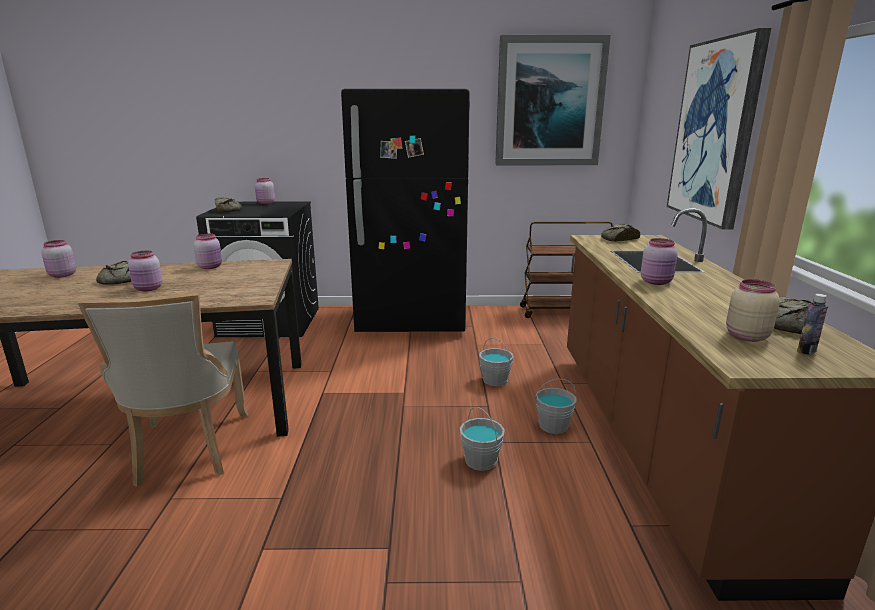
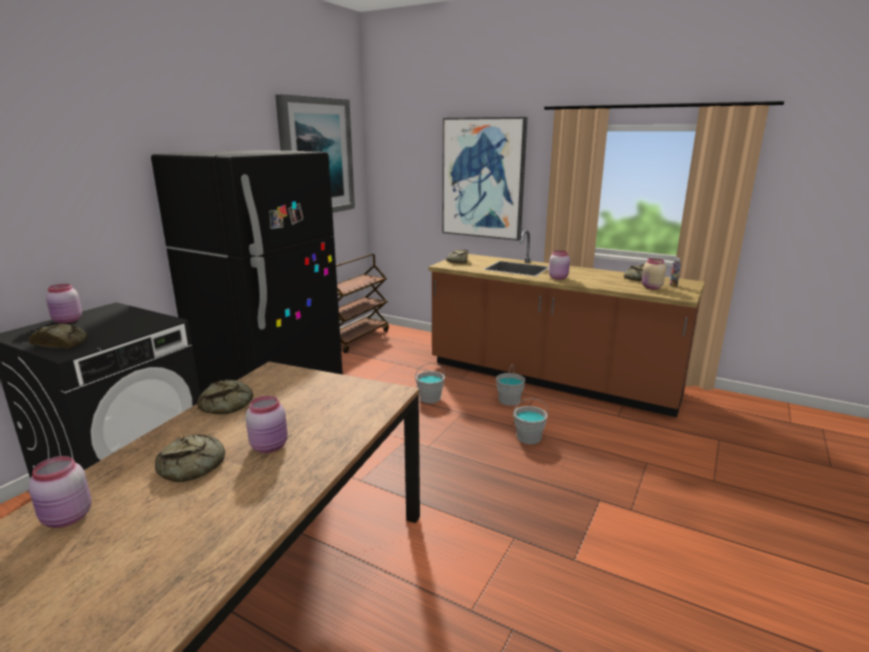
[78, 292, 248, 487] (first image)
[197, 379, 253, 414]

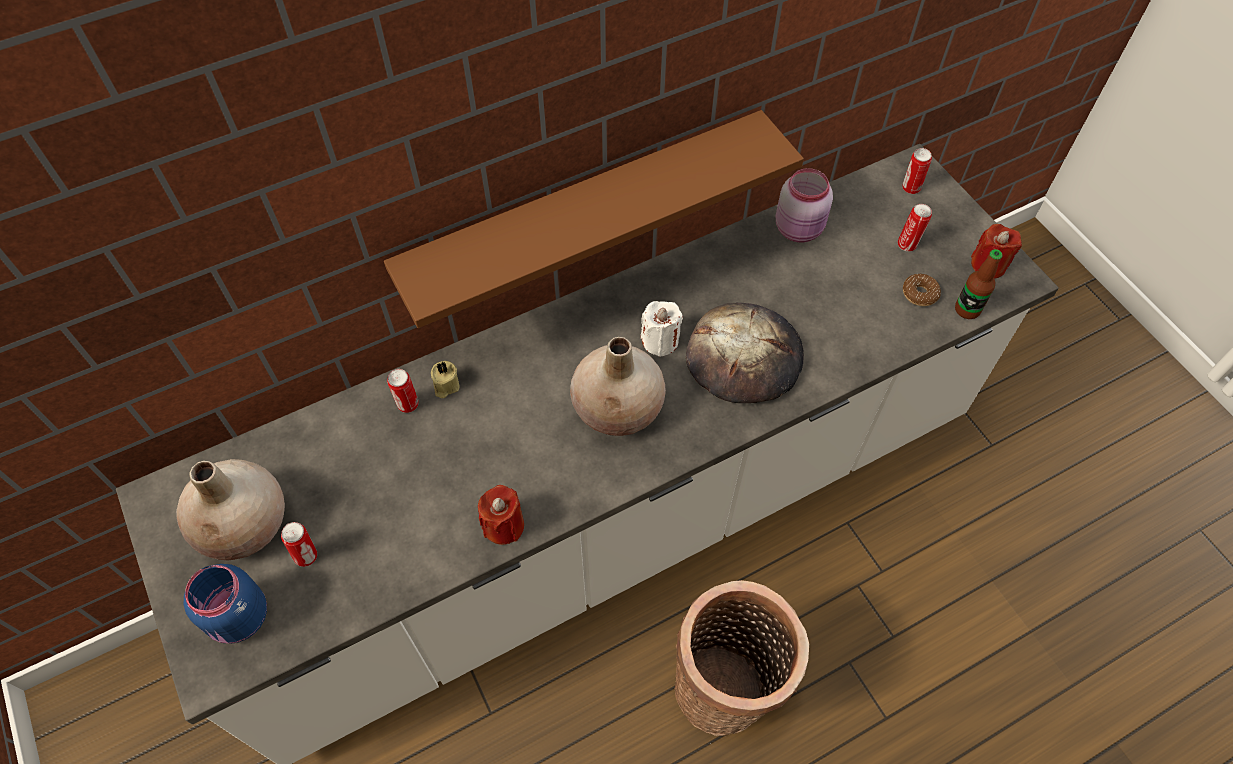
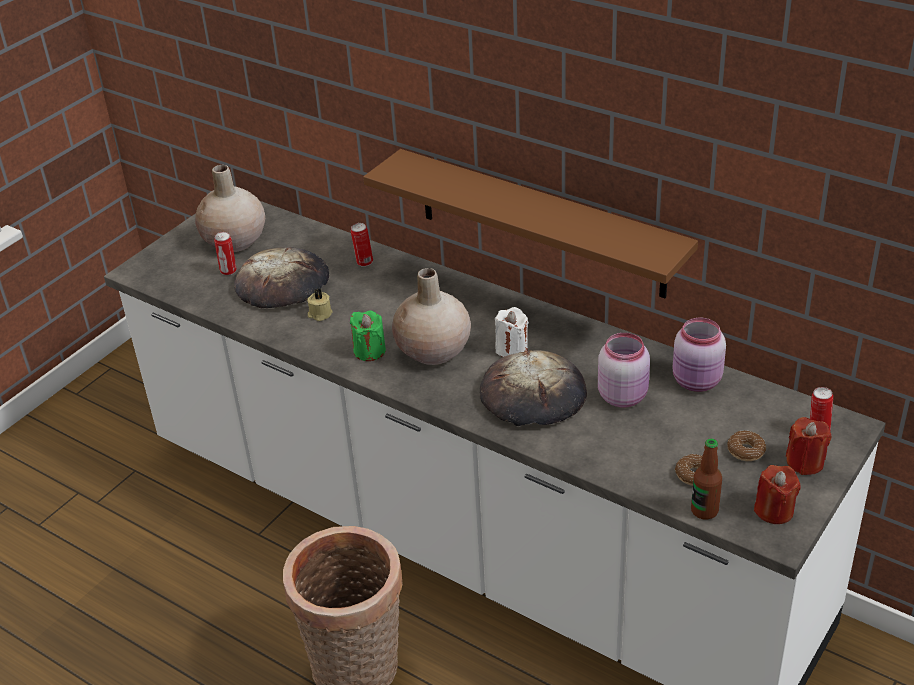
[184, 564, 267, 644] (first image)
[307, 288, 333, 321]
[786, 417, 831, 475]
[727, 431, 766, 461]
[234, 247, 329, 308]
[350, 310, 386, 361]
[598, 333, 650, 407]

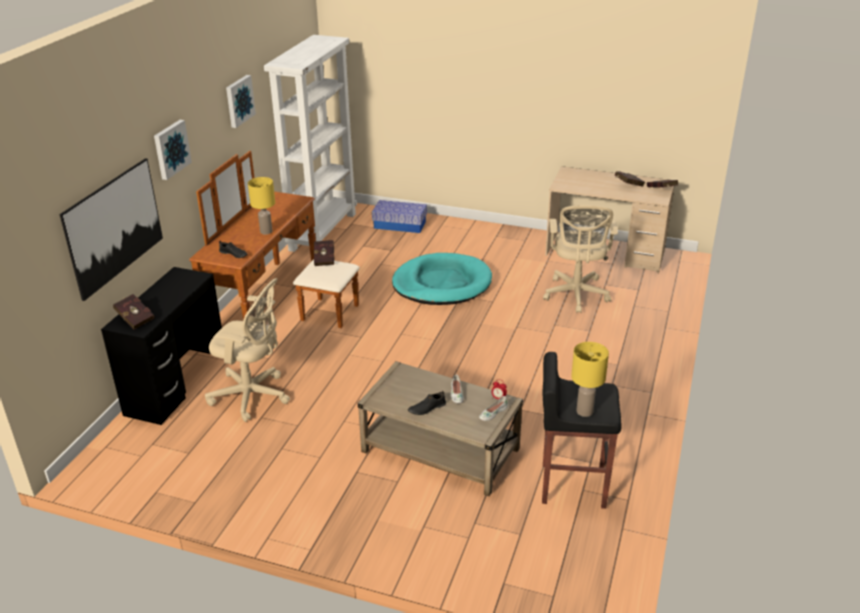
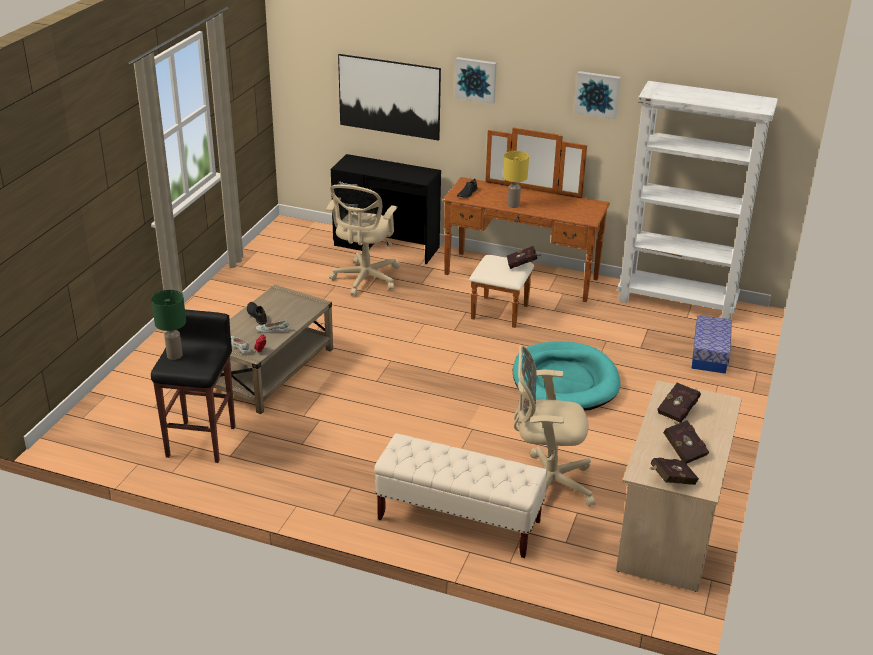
[658, 383, 701, 423]
[151, 290, 186, 360]
[374, 433, 547, 558]

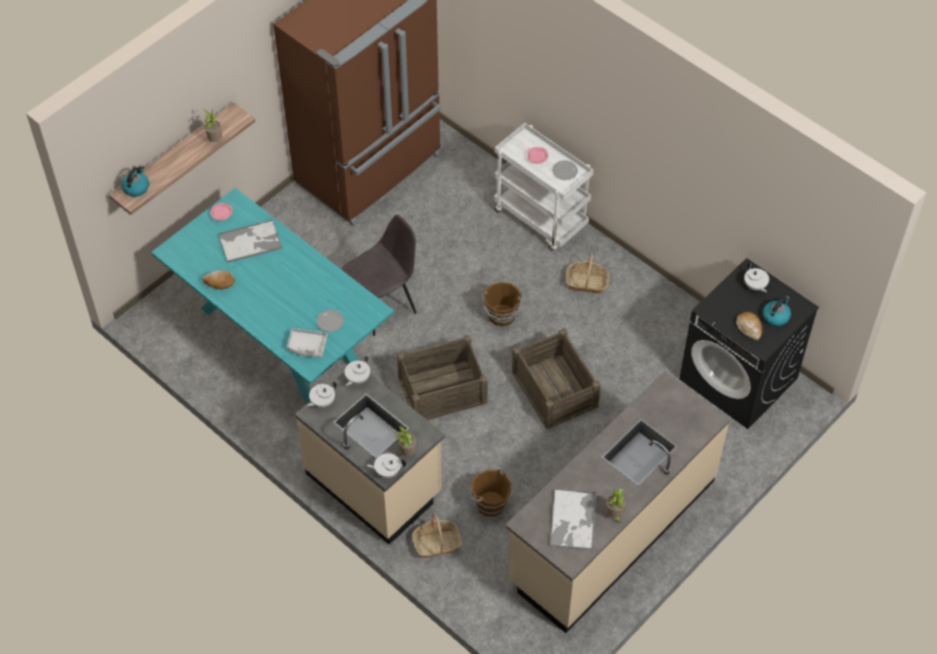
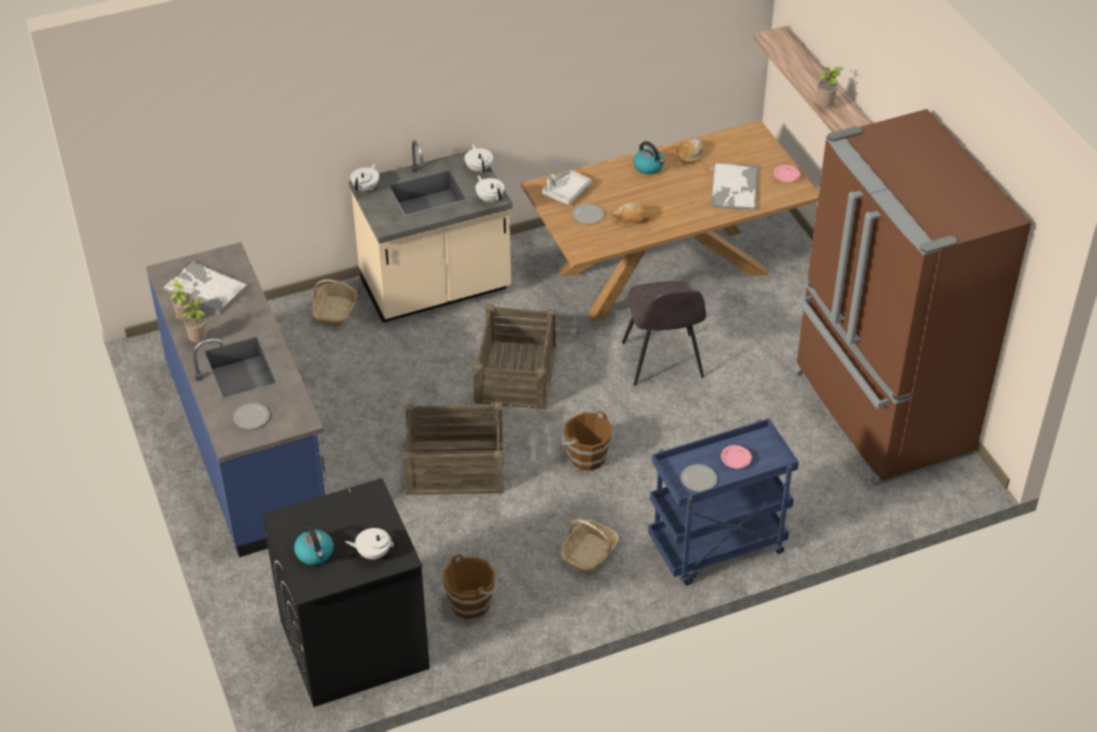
[633, 141, 664, 175]
[521, 120, 819, 321]
[182, 297, 207, 342]
[443, 554, 498, 619]
[648, 418, 799, 585]
[146, 242, 325, 557]
[612, 203, 651, 224]
[233, 403, 269, 429]

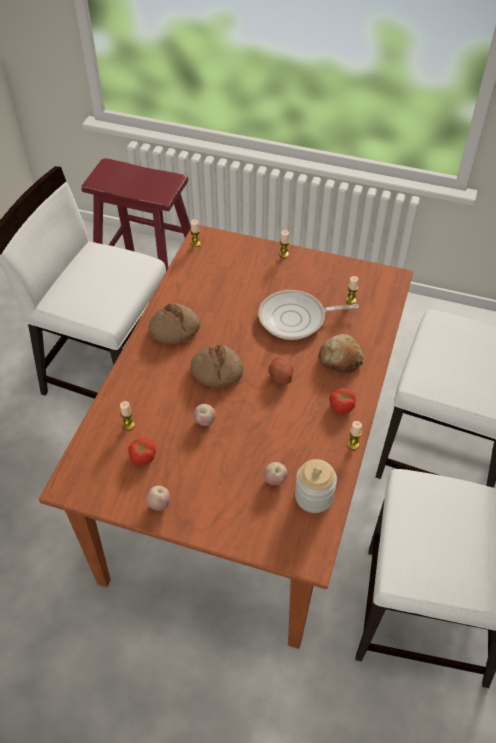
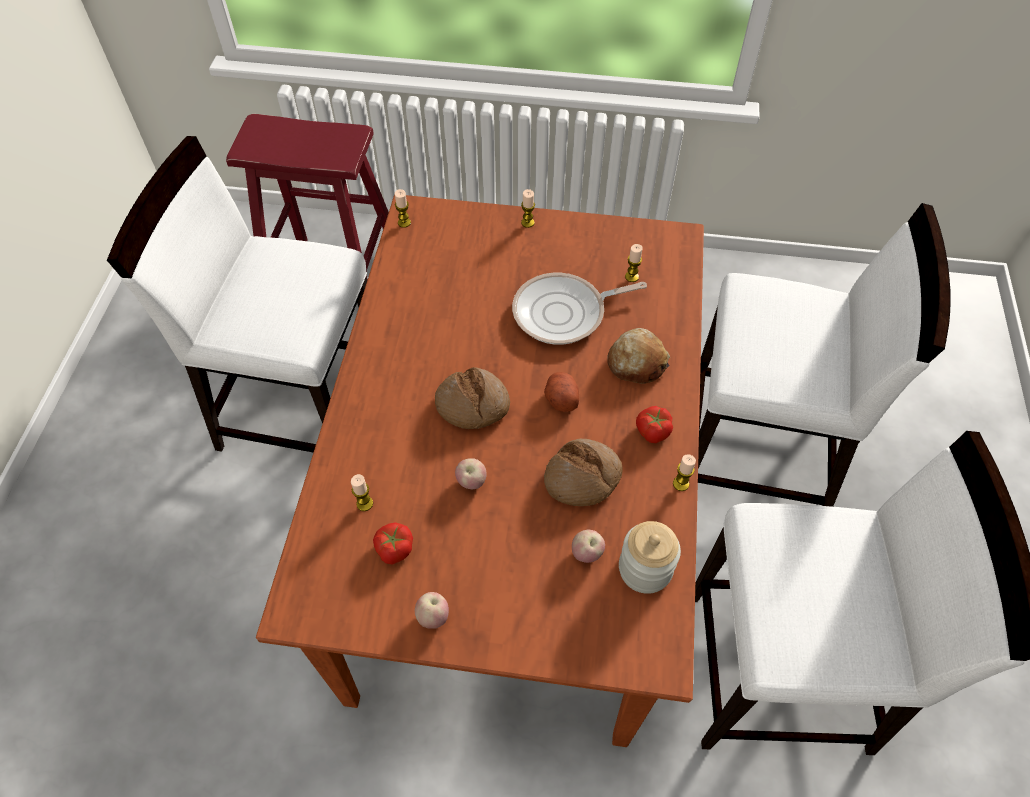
[544, 439, 623, 506]

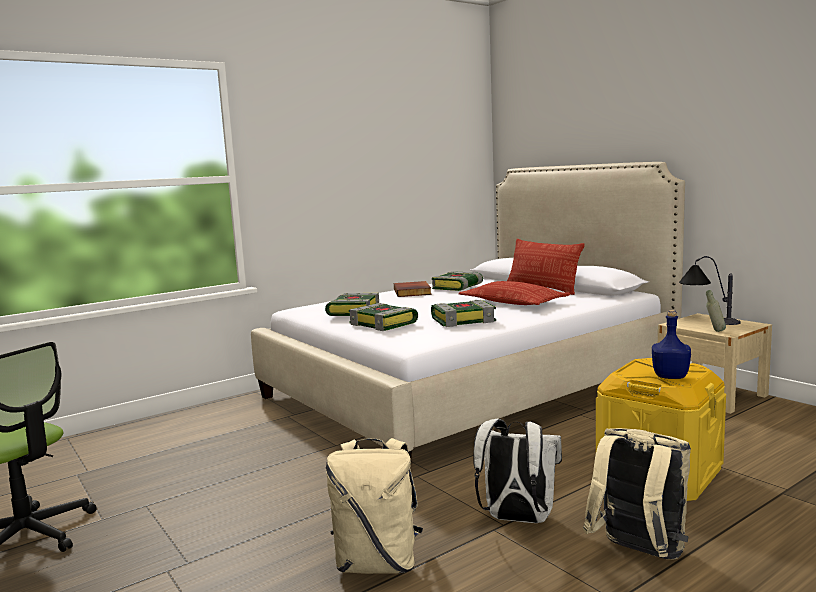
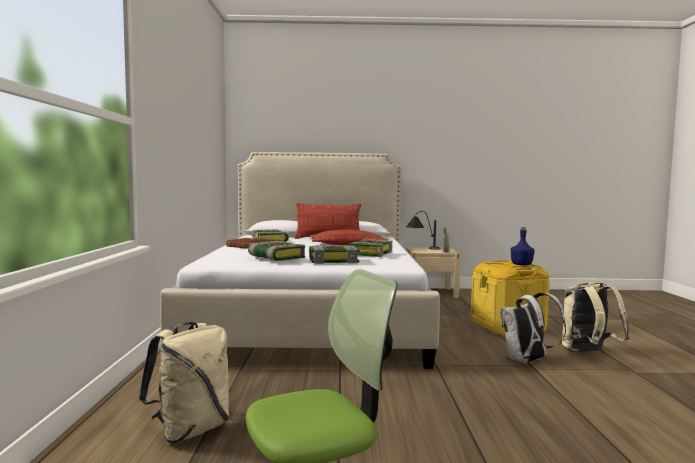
[138, 322, 229, 444]

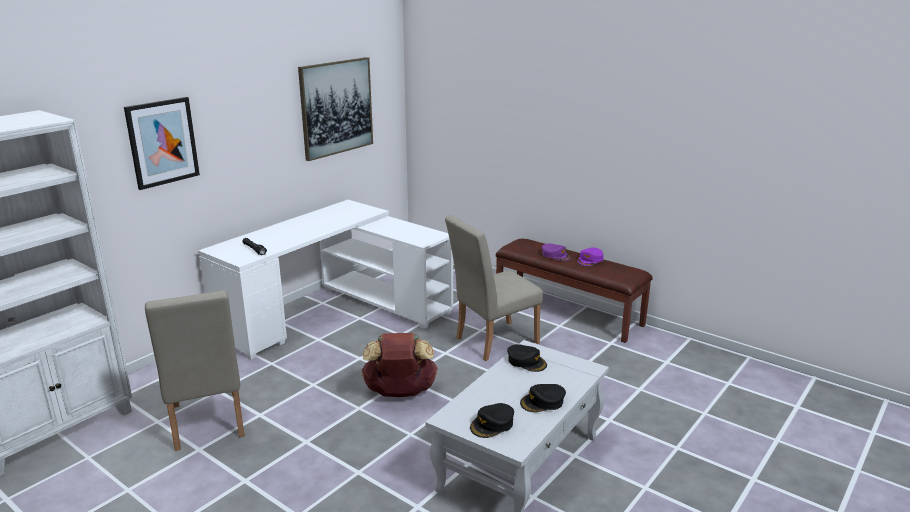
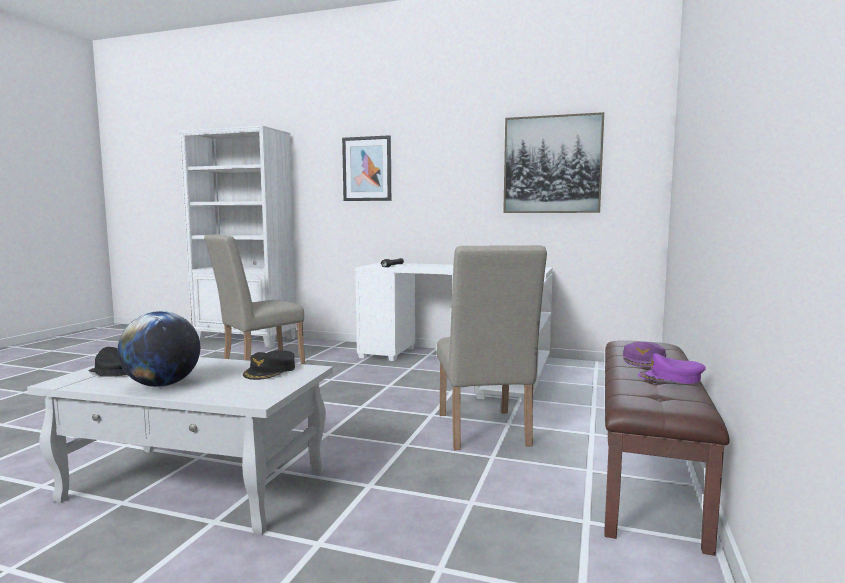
[362, 333, 438, 397] (first image)
[437, 245, 547, 450]
[118, 311, 200, 387]

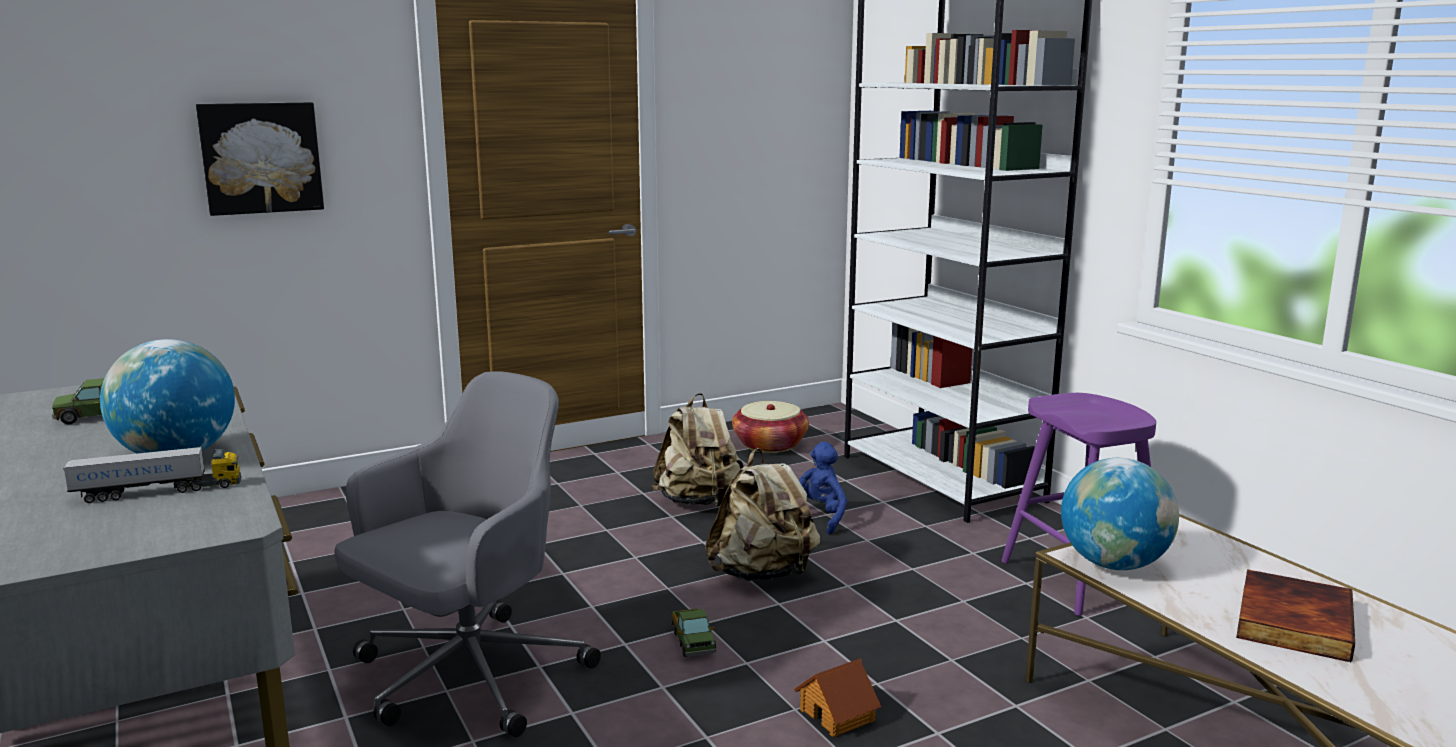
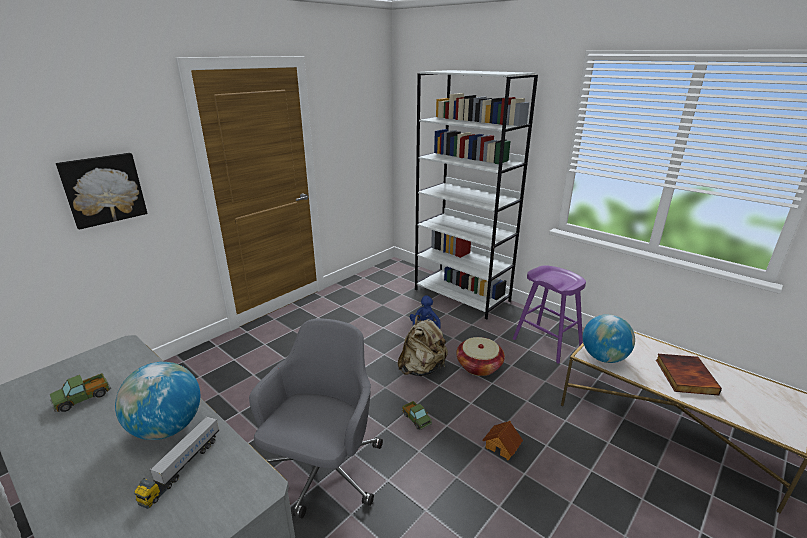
[134, 416, 219, 509]
[651, 393, 744, 507] (first image)
[456, 337, 505, 376]

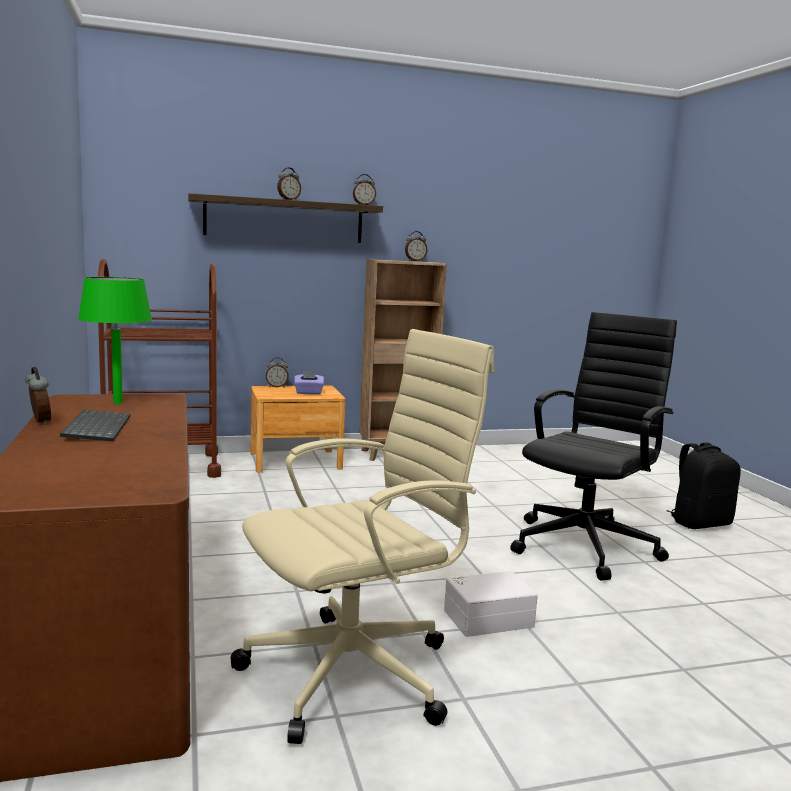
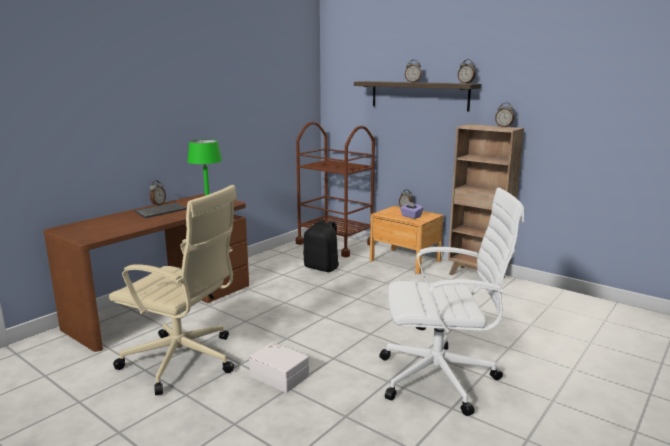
[379, 187, 524, 416]
[303, 220, 339, 272]

